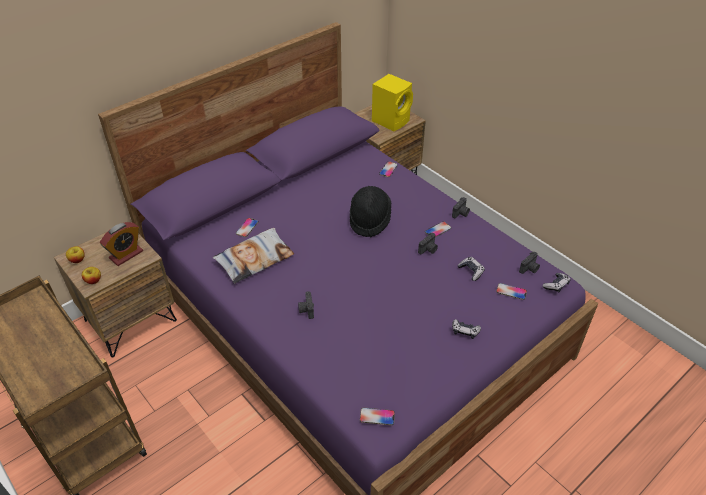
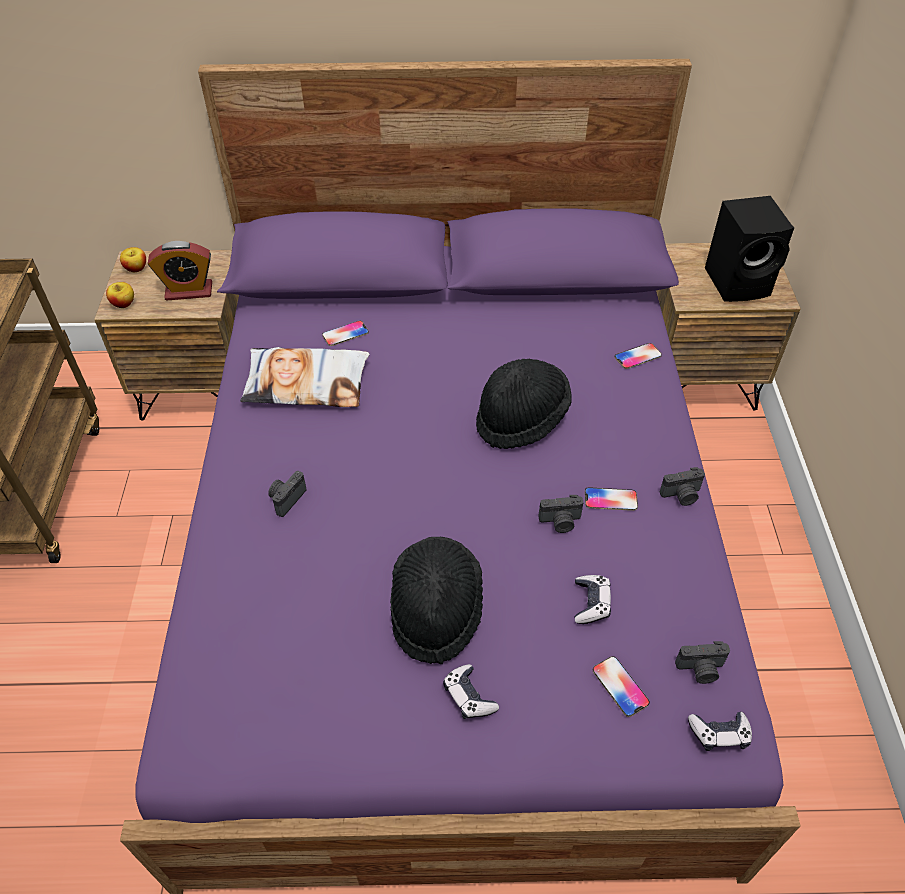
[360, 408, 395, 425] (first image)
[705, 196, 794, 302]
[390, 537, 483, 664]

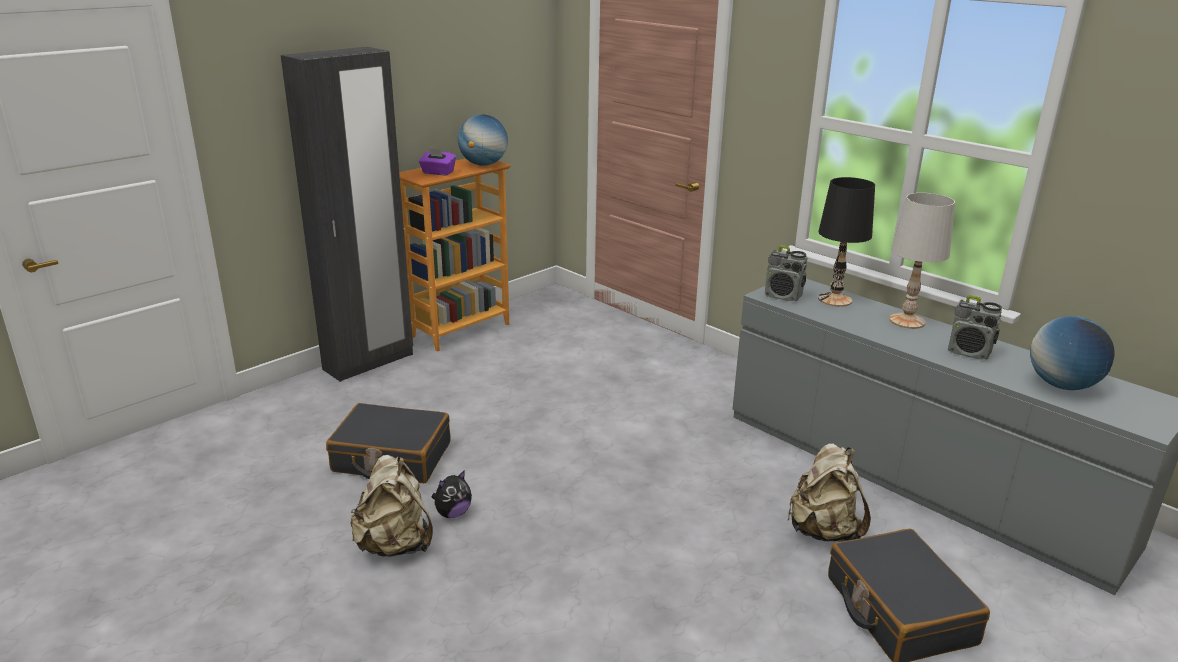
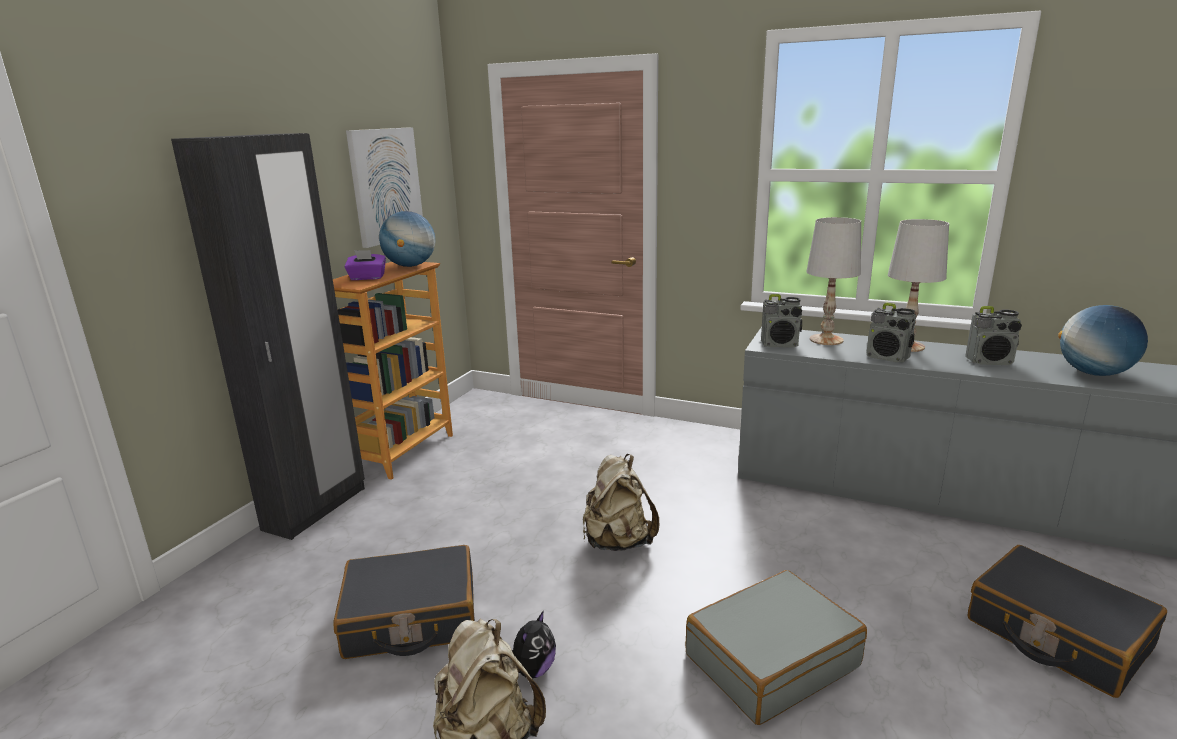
[583, 454, 659, 551]
[806, 217, 861, 345]
[346, 127, 423, 248]
[685, 570, 867, 725]
[866, 303, 916, 362]

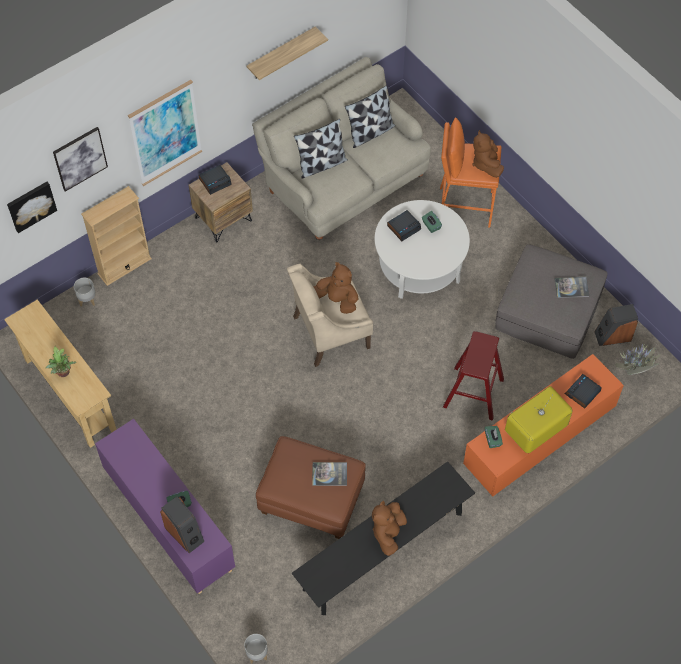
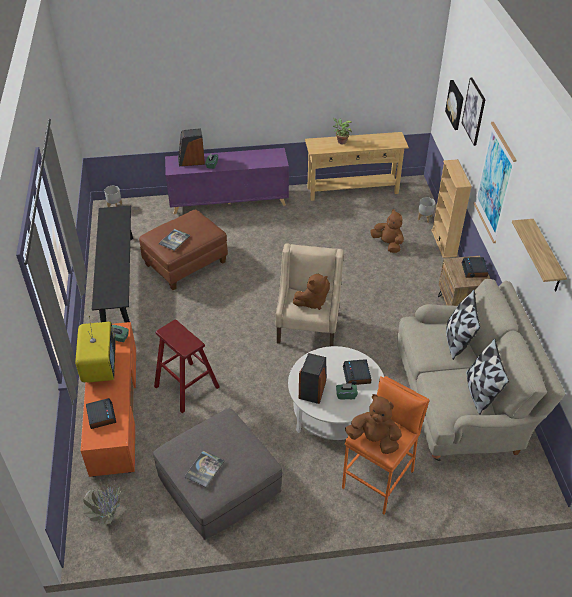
[371, 209, 404, 253]
[299, 353, 327, 404]

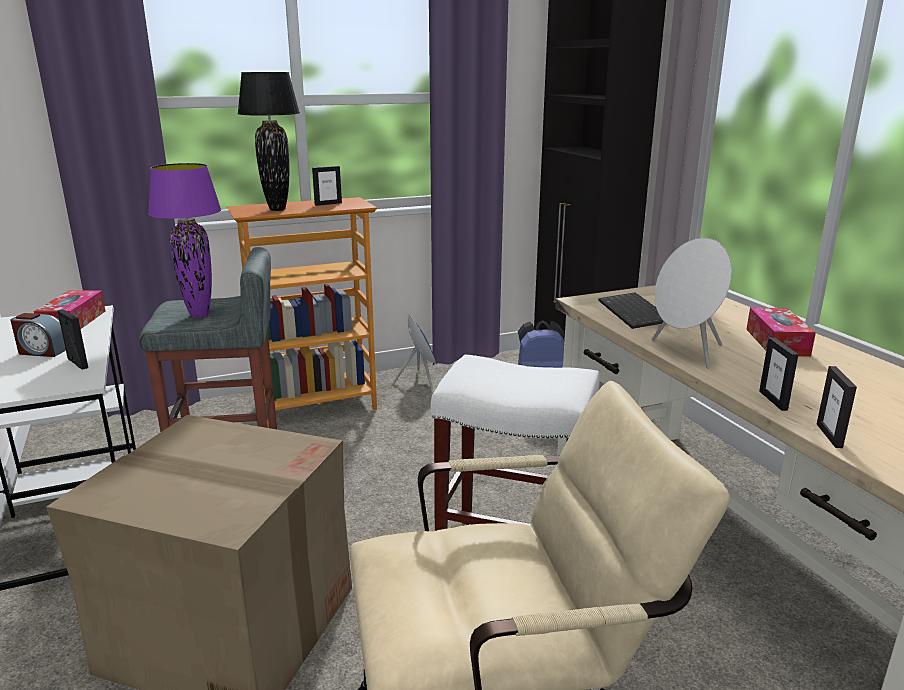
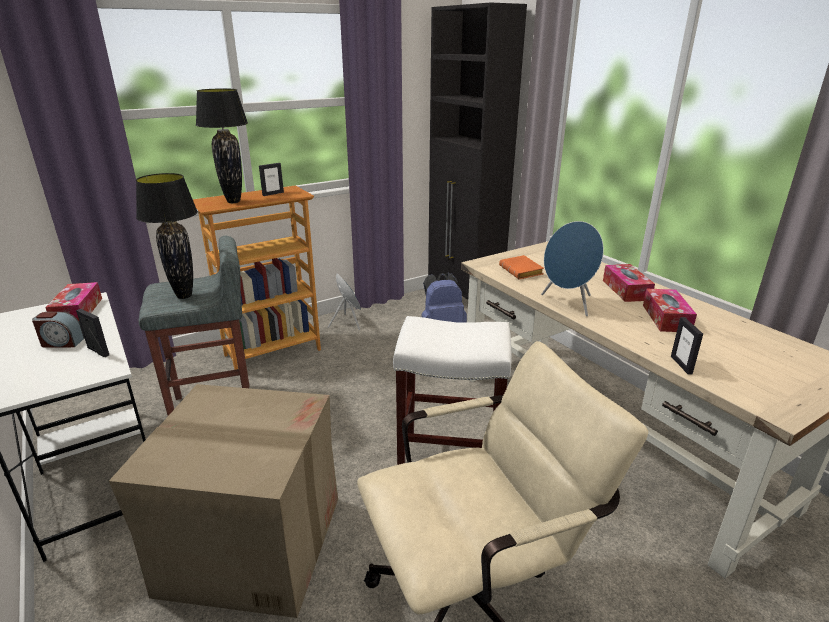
[136, 173, 198, 299]
[499, 255, 544, 279]
[541, 221, 604, 316]
[759, 337, 799, 411] (first image)
[643, 289, 697, 332]

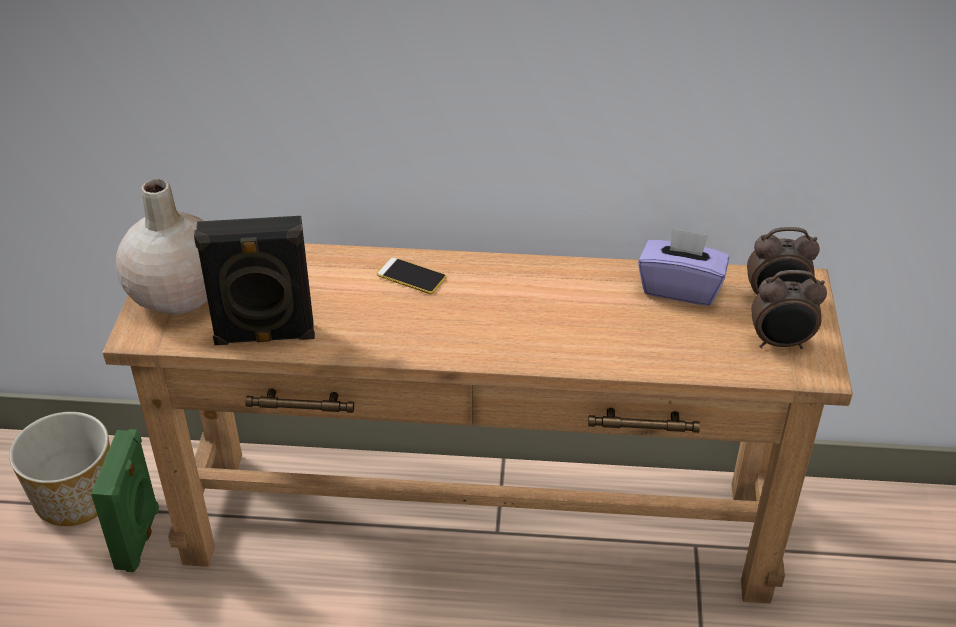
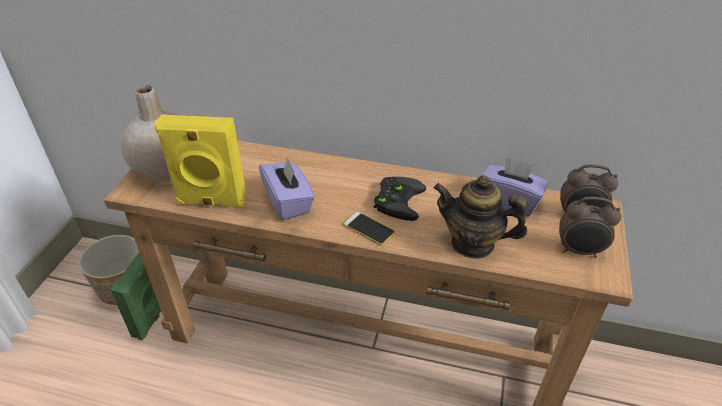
[154, 115, 247, 207]
[343, 212, 396, 246]
[259, 156, 315, 220]
[374, 177, 426, 221]
[433, 175, 527, 259]

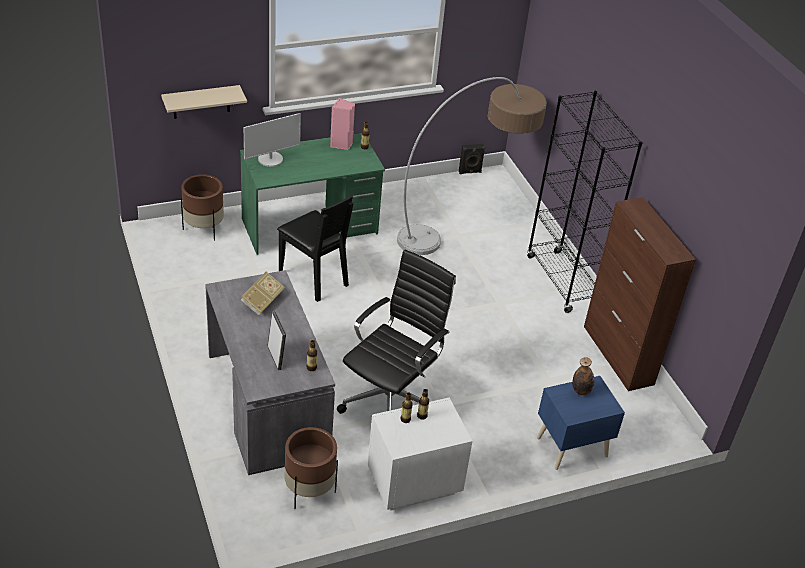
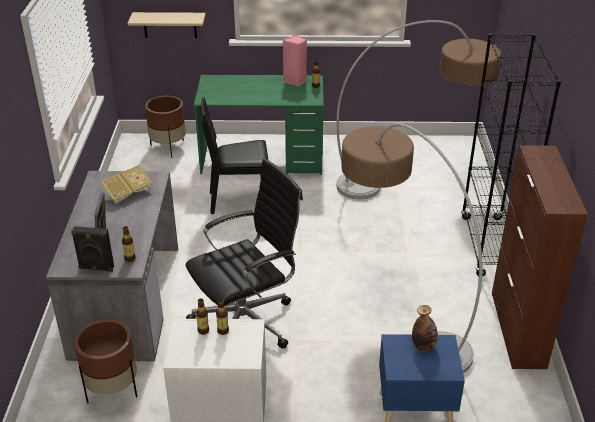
[244, 113, 301, 167] (first image)
[201, 97, 269, 214]
[71, 226, 114, 272]
[342, 123, 482, 373]

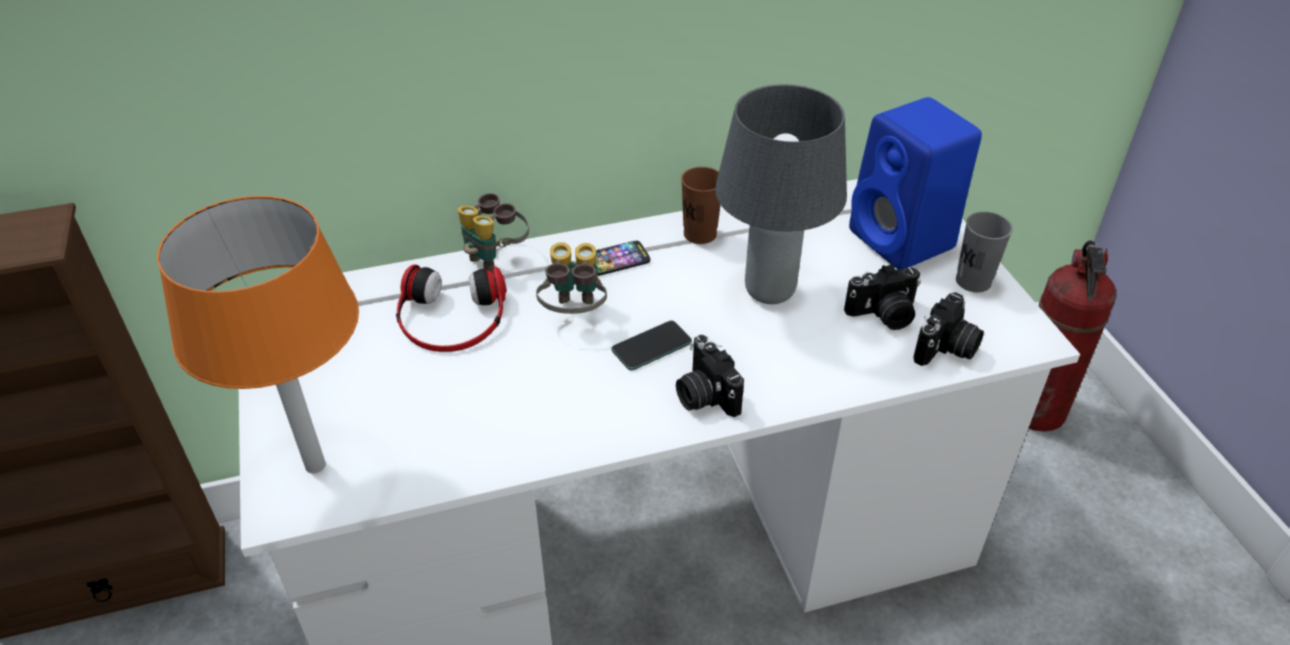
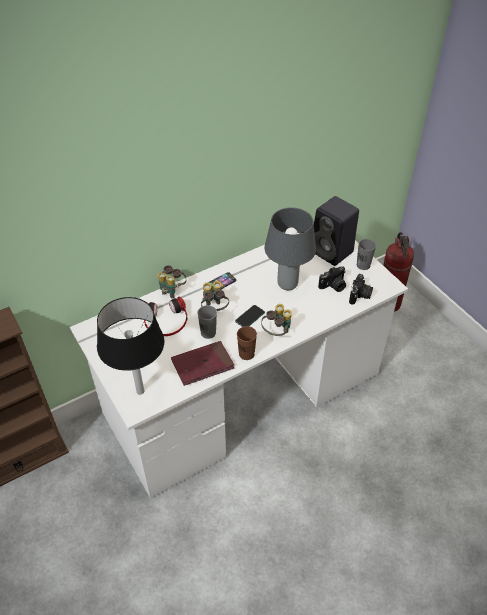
[97, 297, 165, 395]
[261, 304, 292, 336]
[237, 326, 257, 360]
[314, 196, 359, 266]
[171, 341, 234, 386]
[197, 305, 217, 339]

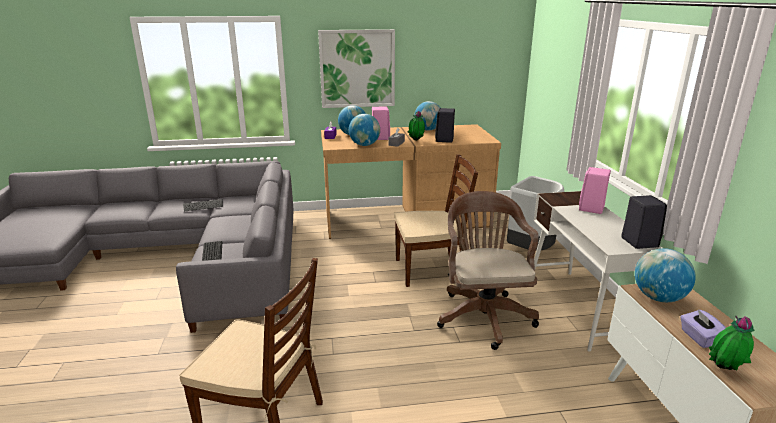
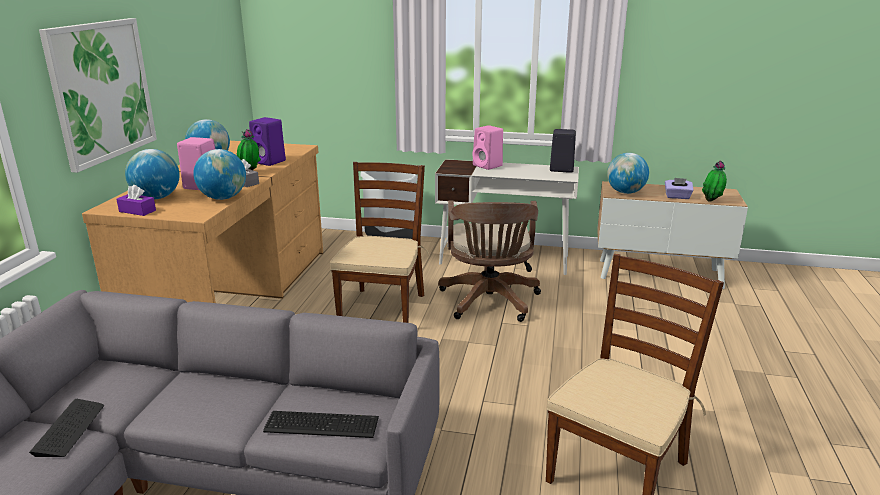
[249, 117, 286, 166]
[438, 200, 541, 322]

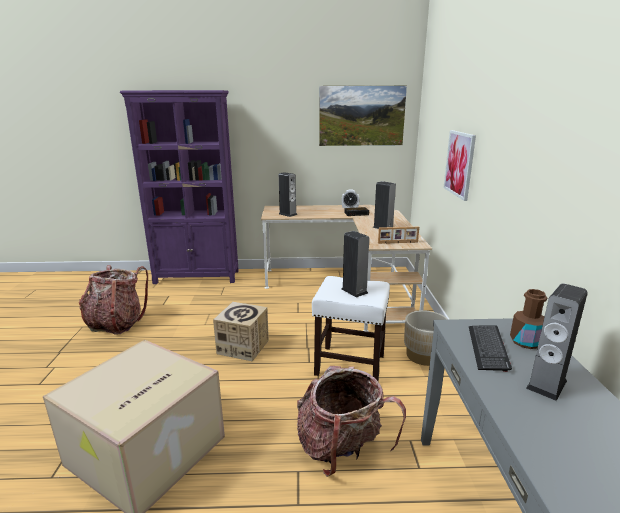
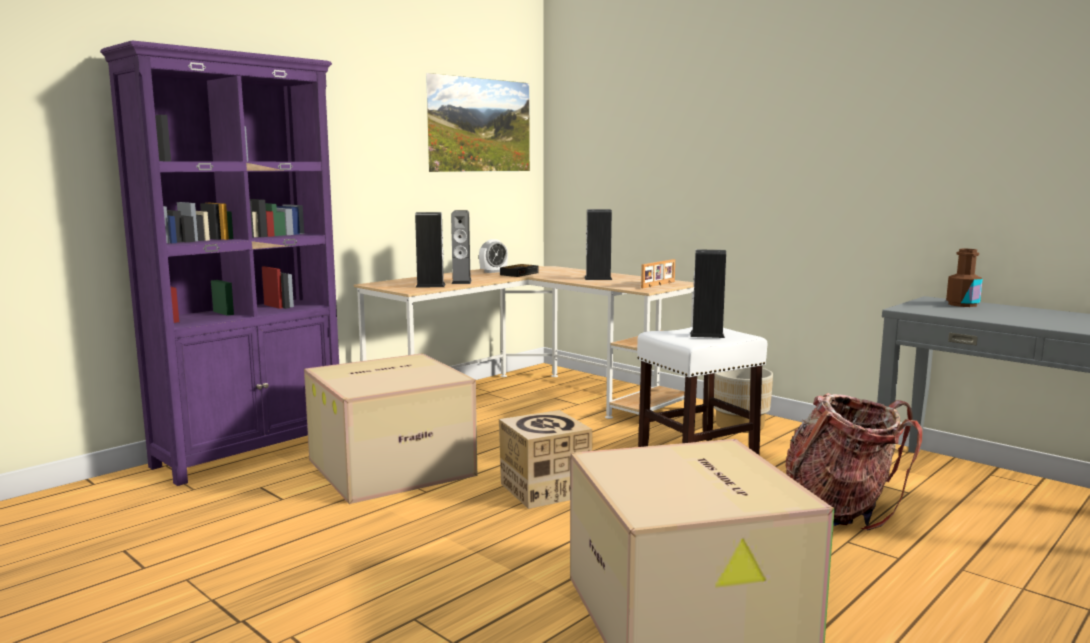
[79, 265, 148, 335] (first image)
[443, 130, 476, 201] (first image)
[469, 326, 512, 372] (first image)
[451, 210, 472, 284]
[304, 353, 477, 504]

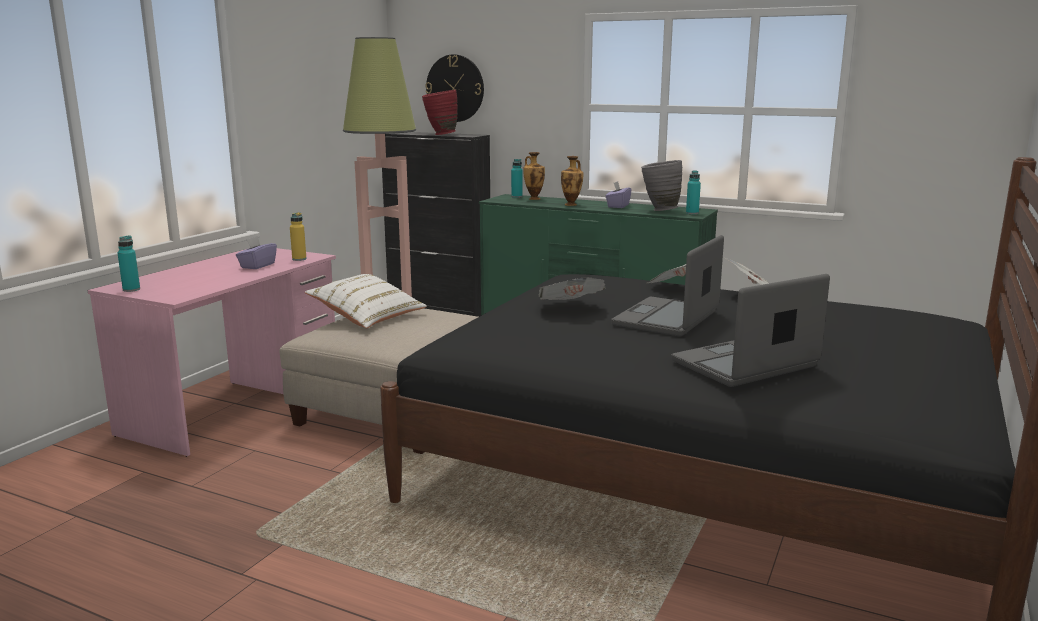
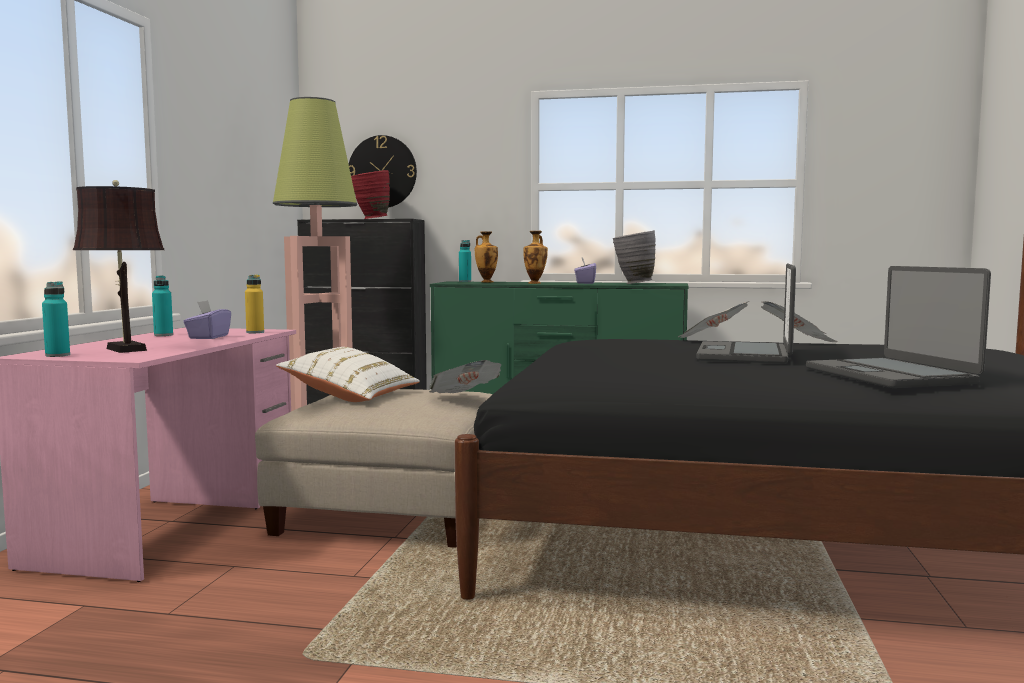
[429, 360, 501, 393]
[806, 266, 991, 388]
[152, 276, 173, 336]
[73, 180, 164, 353]

